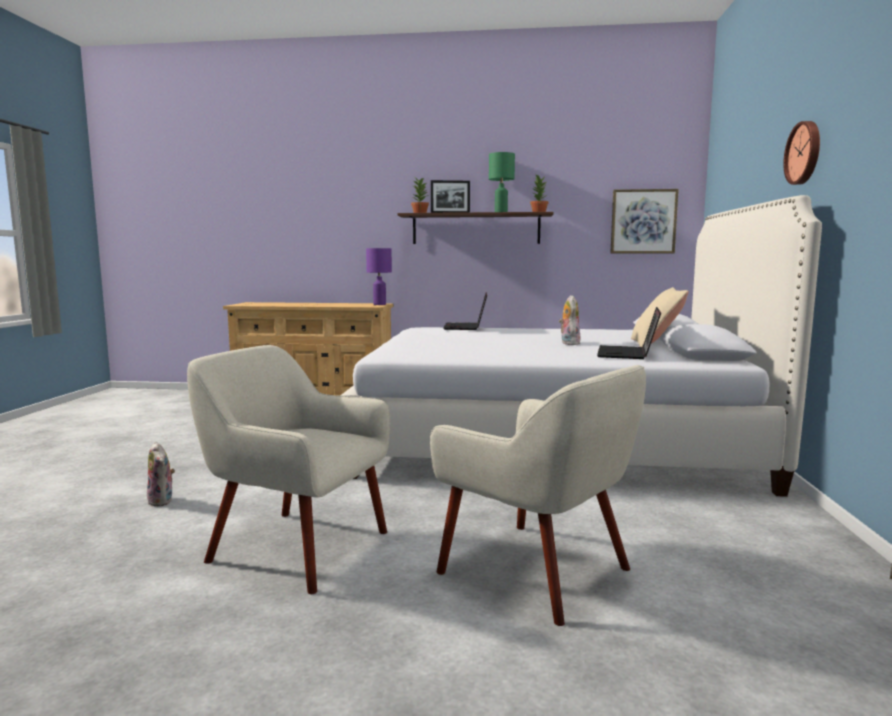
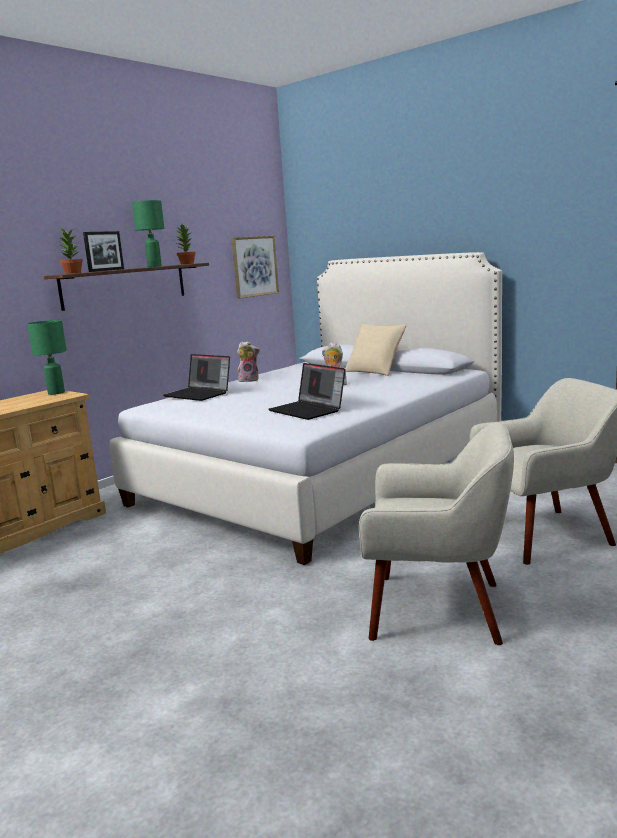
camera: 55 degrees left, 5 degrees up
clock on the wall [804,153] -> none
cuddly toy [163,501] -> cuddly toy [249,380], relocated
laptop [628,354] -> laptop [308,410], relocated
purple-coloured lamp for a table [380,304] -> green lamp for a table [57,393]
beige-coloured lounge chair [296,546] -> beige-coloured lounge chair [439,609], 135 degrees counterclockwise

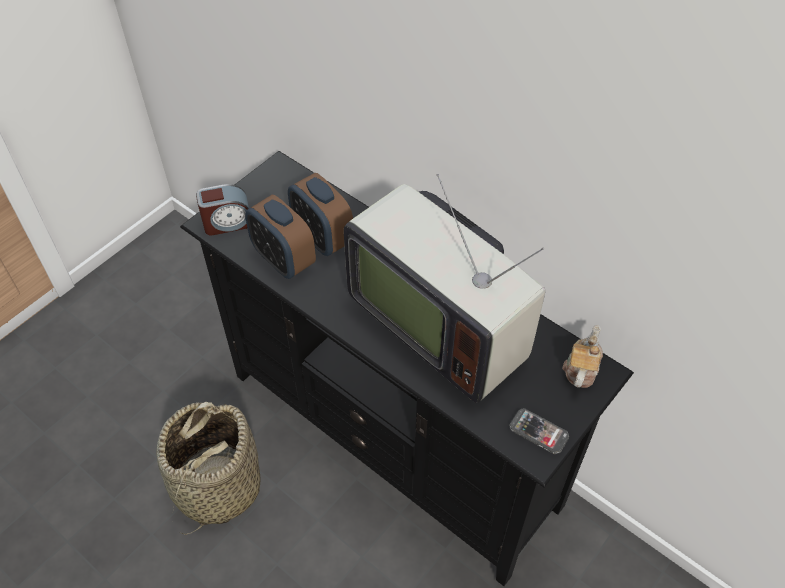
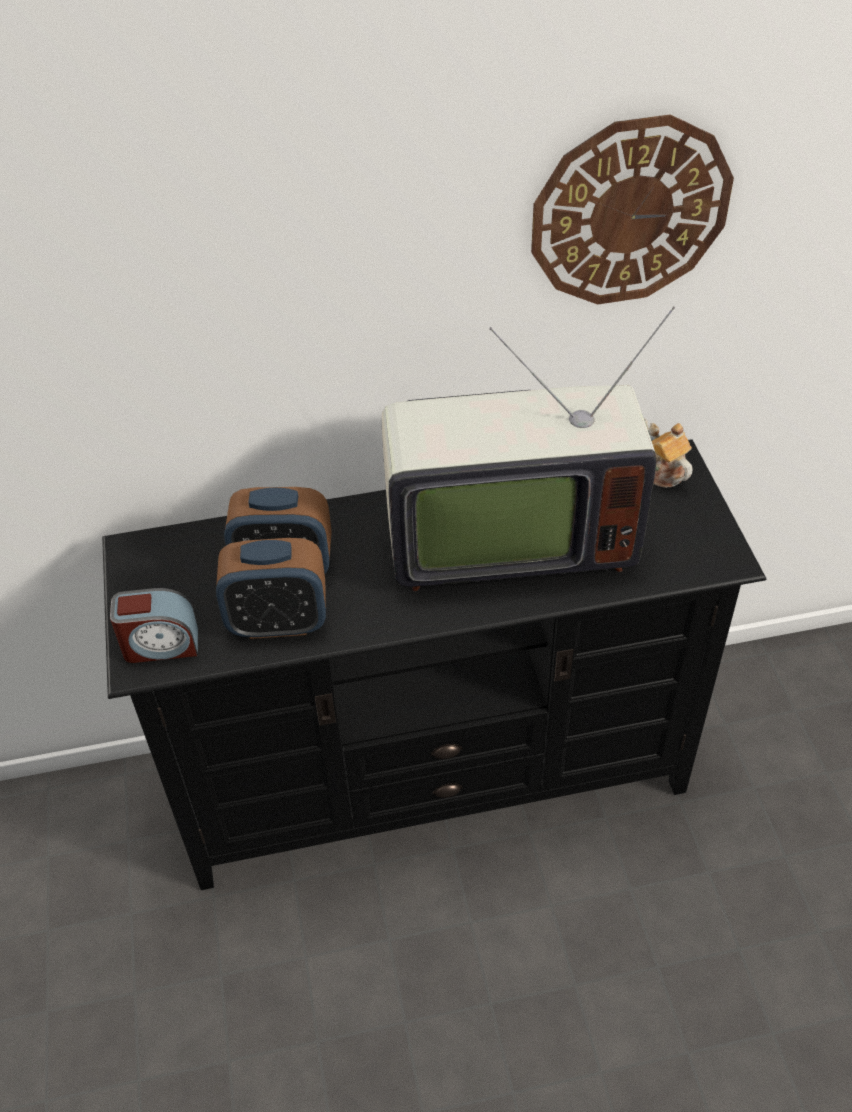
camera: 50 degrees left, 5 degrees down
basket [216,486] -> none
telephone [538,432] -> none
none -> clock on the wall [630,212]
table clock [227,223] -> table clock [161,644], 60 degrees clockwise

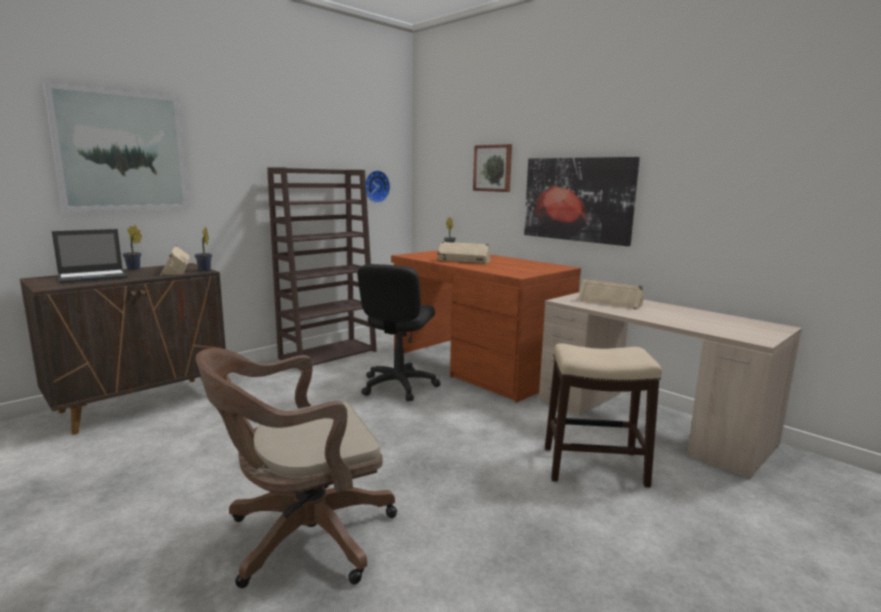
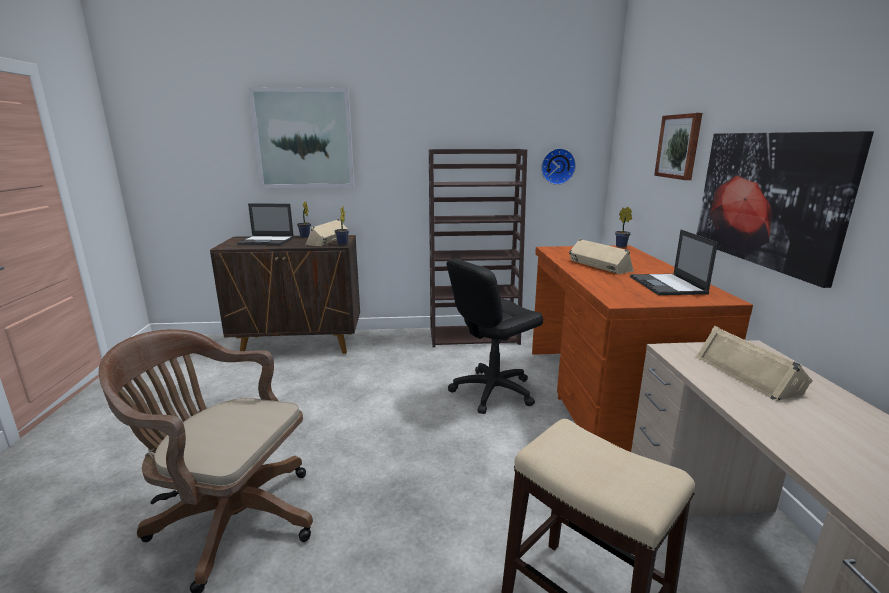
camera: 40 degrees right, 5 degrees up
none -> laptop [668,285]

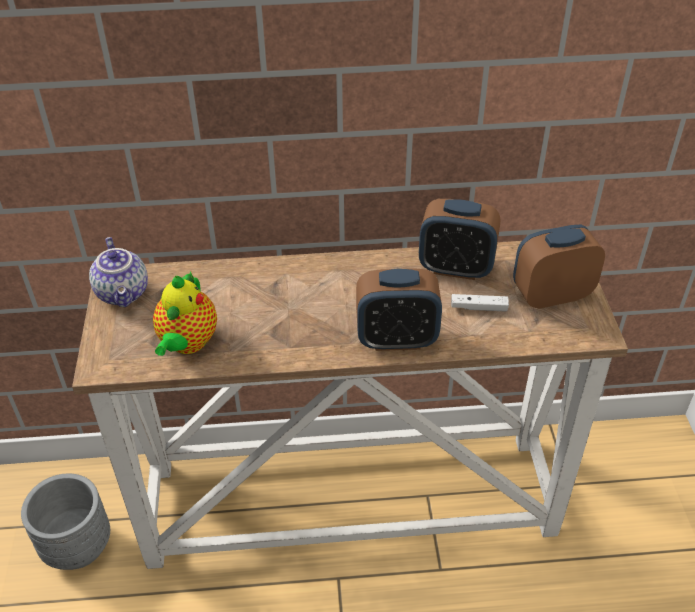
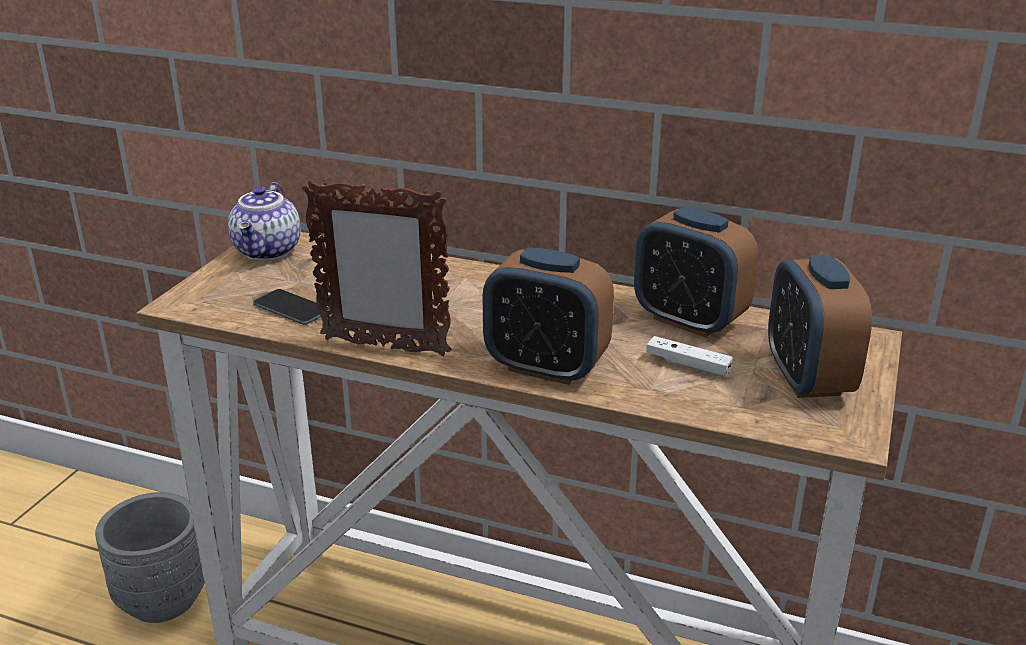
camera: 25 degrees right, 15 degrees down
none -> standing frame [384,346]
tea pot [187,344] -> telephone [291,308]
table clock [551,295] -> table clock [807,378], 105 degrees counterclockwise

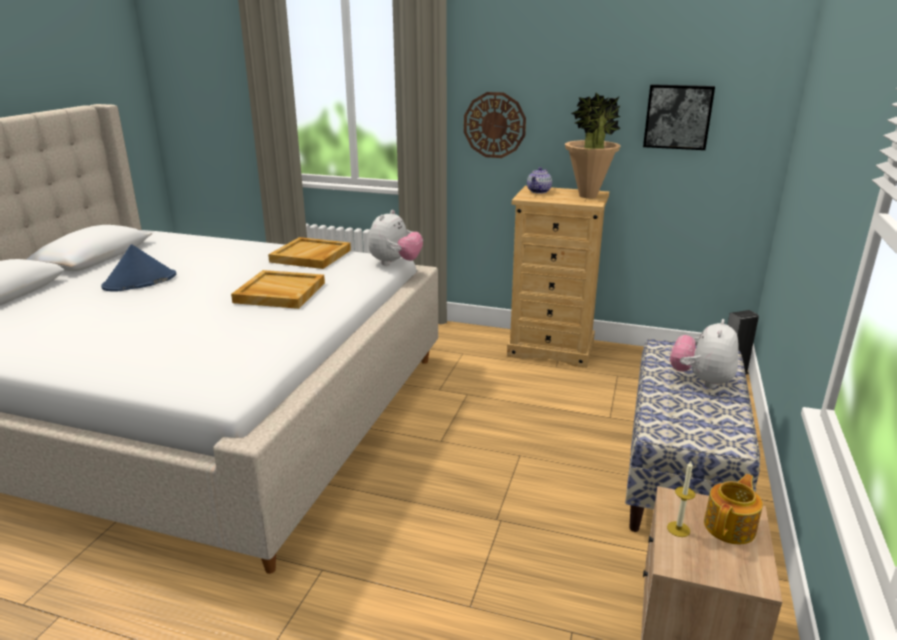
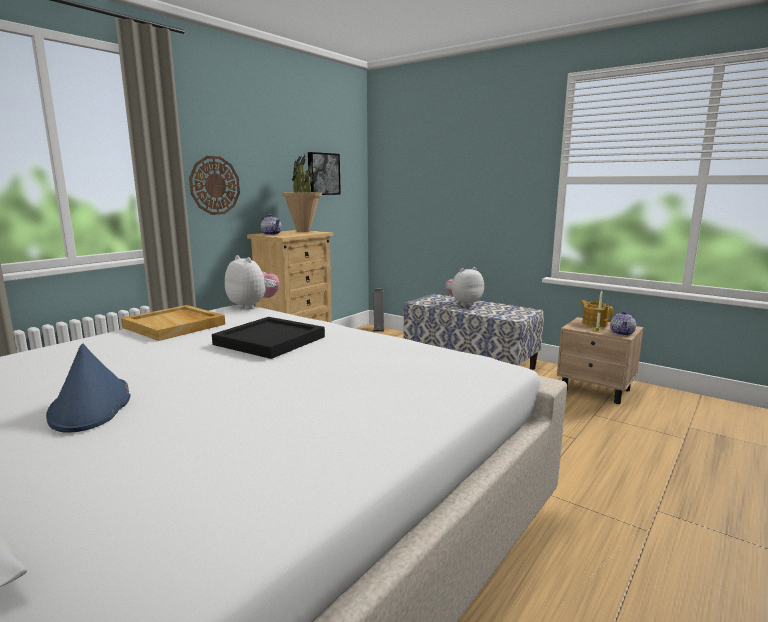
camera: 70 degrees left, 10 degrees down
none -> tea pot [622,333]
beige-coloured tray [279,293] -> black-coloured tray [270,341]
cuddly toy [701,381] -> cuddly toy [463,303], 105 degrees clockwise

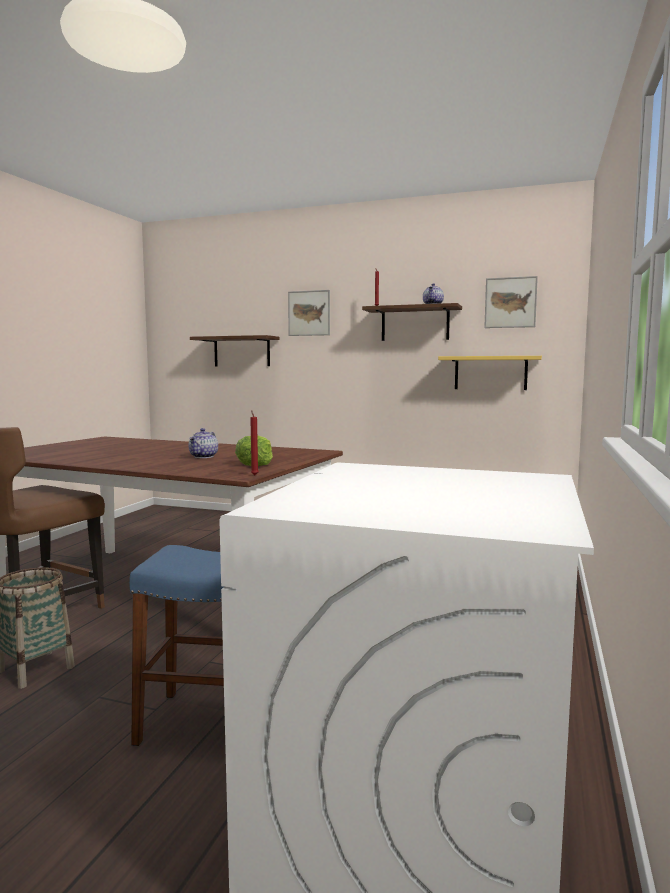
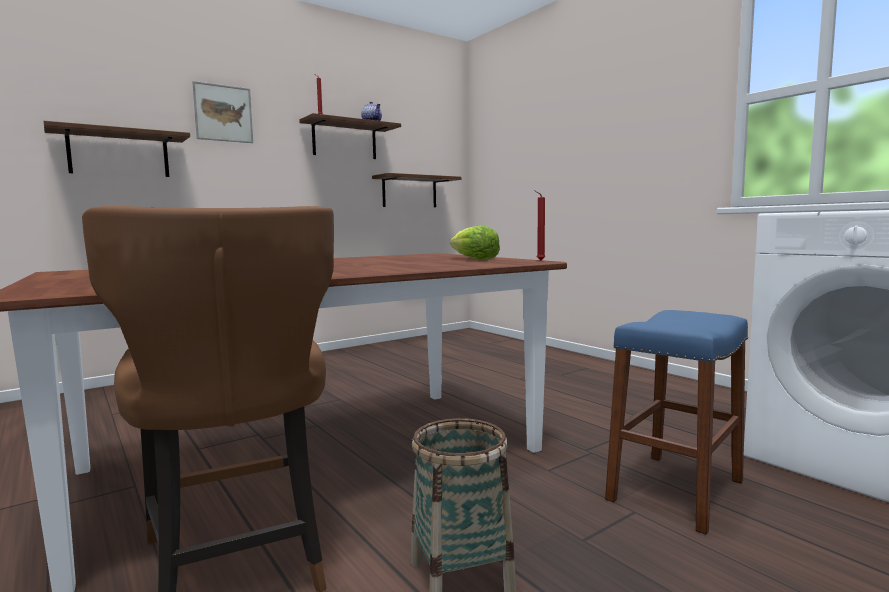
camera: 55 degrees left, 0 degrees up
tea pot [204,457] -> none
picture [510,302] -> none
yellow wall shelf [490,373] -> brown-coloured wall shelf [409,192]

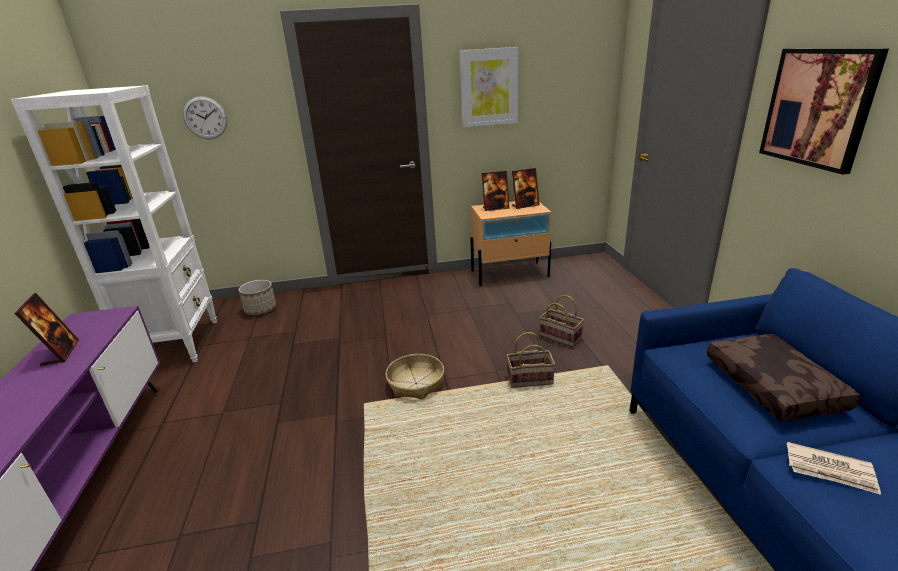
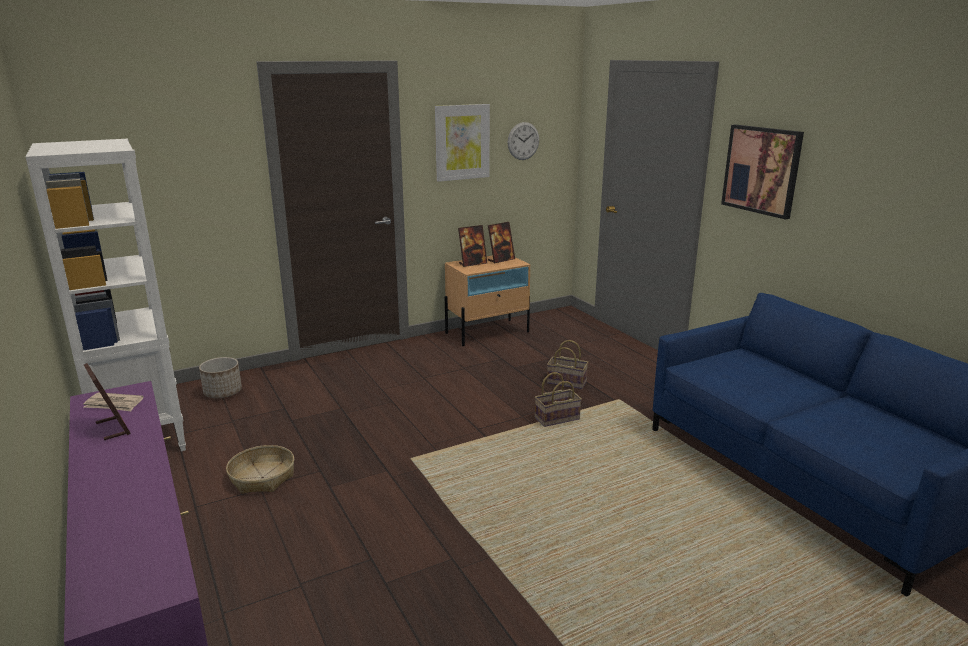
camera: 20 degrees left, 5 degrees down
brown-coloured pillow [775,386] -> none
clock on the wall [205,118] -> clock on the wall [523,141], relocated
basket [415,383] -> basket [262,477], relocated
printed paper [830,470] -> printed paper [114,404], relocated

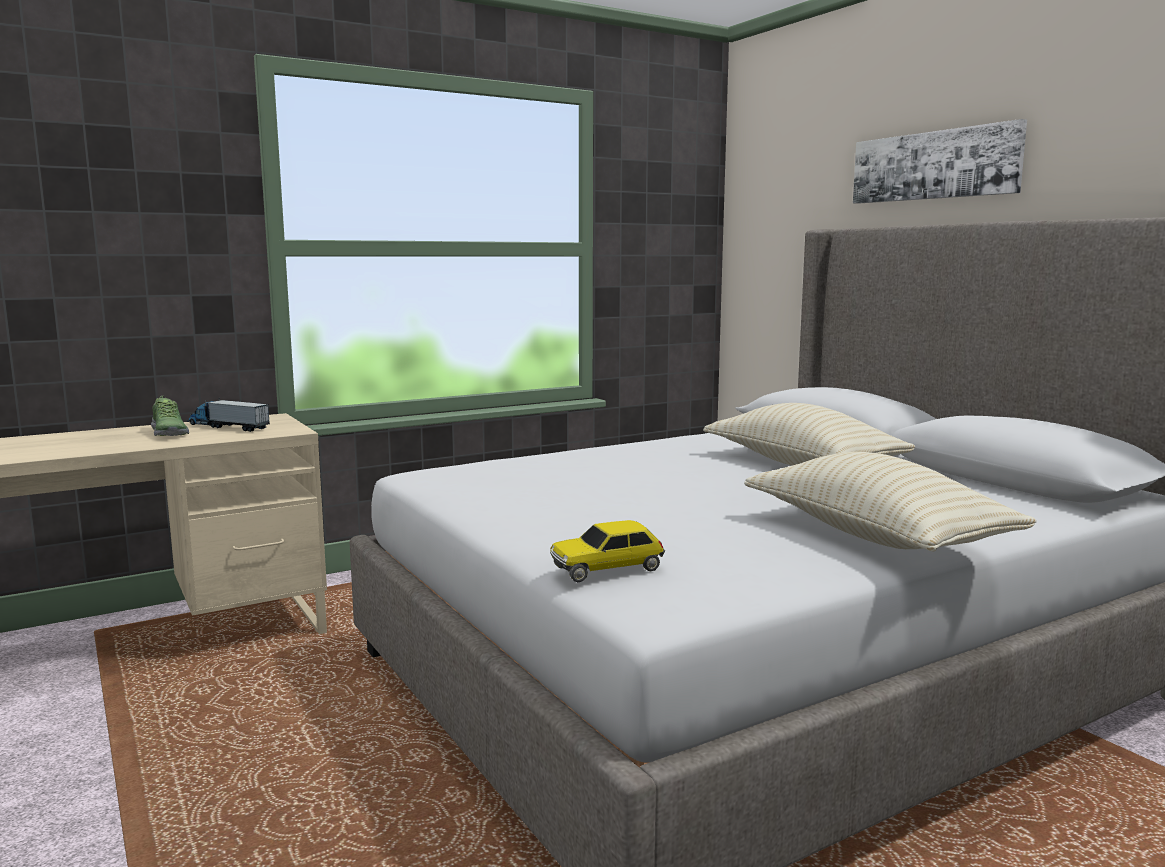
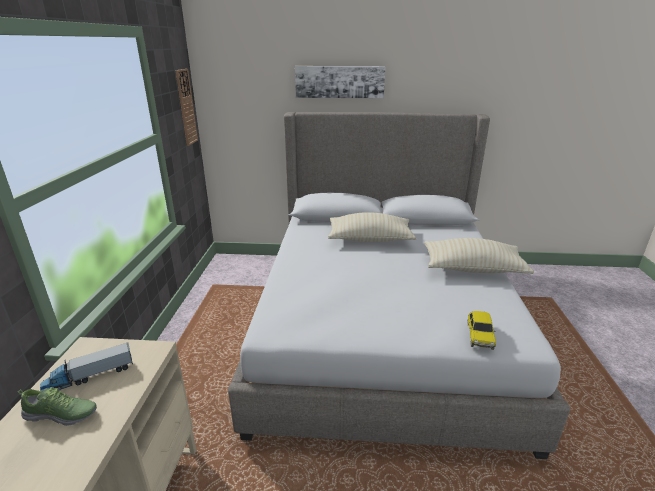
camera: 55 degrees left, 15 degrees up
none -> clock on the wall [186,107]

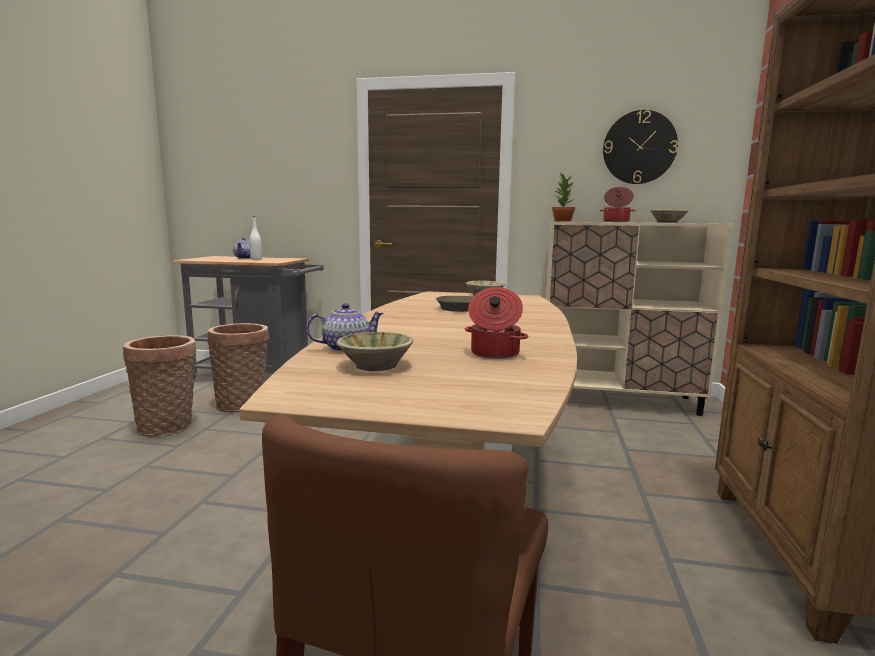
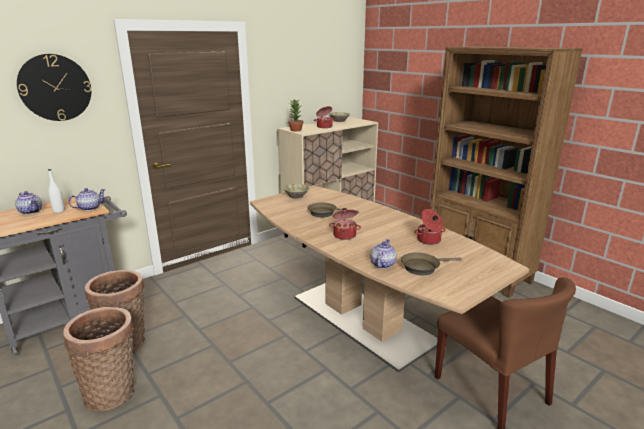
camera: 50 degrees left, 10 degrees up
none -> tea pot [89,208]
none -> stockpot [344,235]
clock on the wall [639,147] -> clock on the wall [55,87], relocated
beige-coloured bowl [375,365] -> brown-coloured frying pan [423,267]

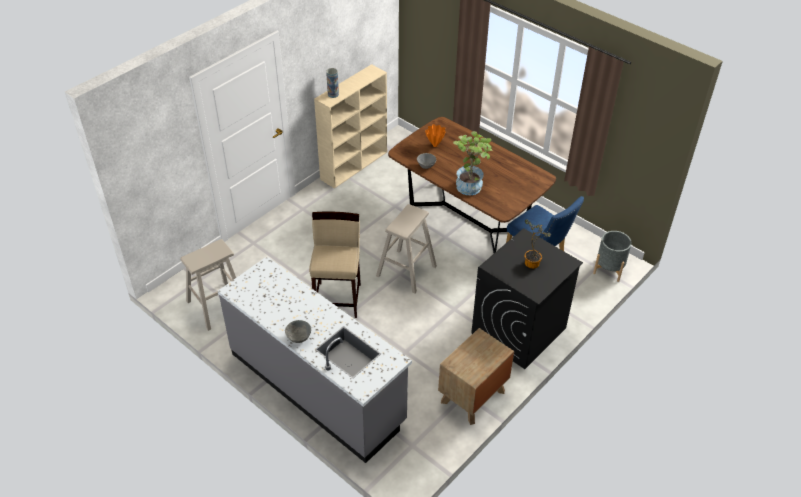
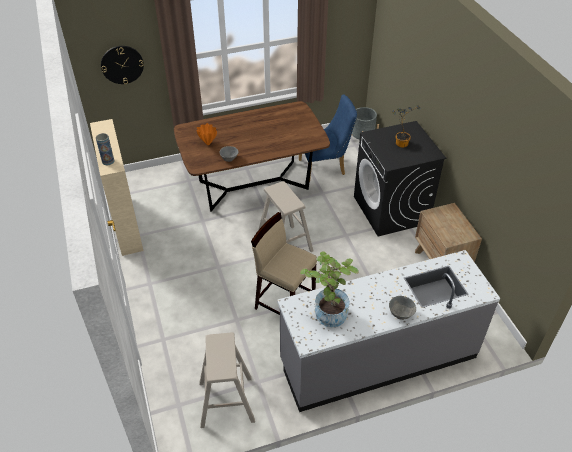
camera: 60 degrees left, 0 degrees up
none -> clock on the wall [122,64]
potted plant [470,184] -> potted plant [328,310], relocated

